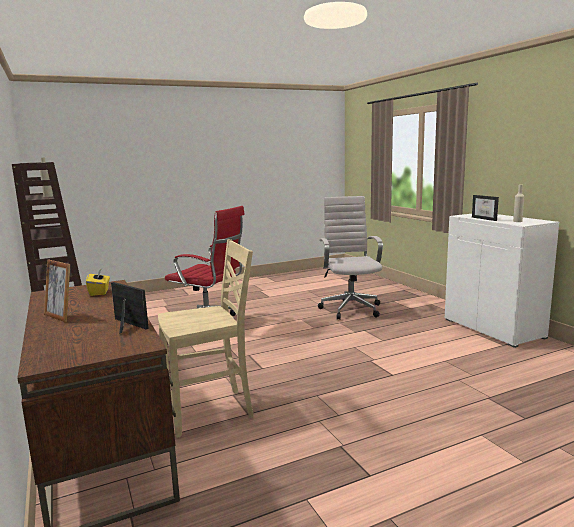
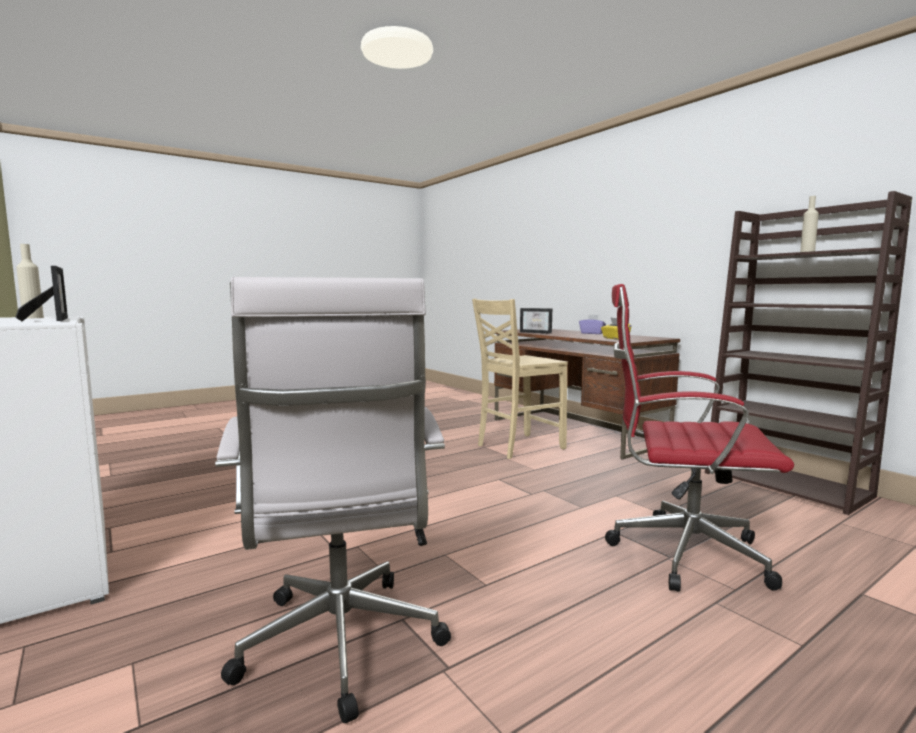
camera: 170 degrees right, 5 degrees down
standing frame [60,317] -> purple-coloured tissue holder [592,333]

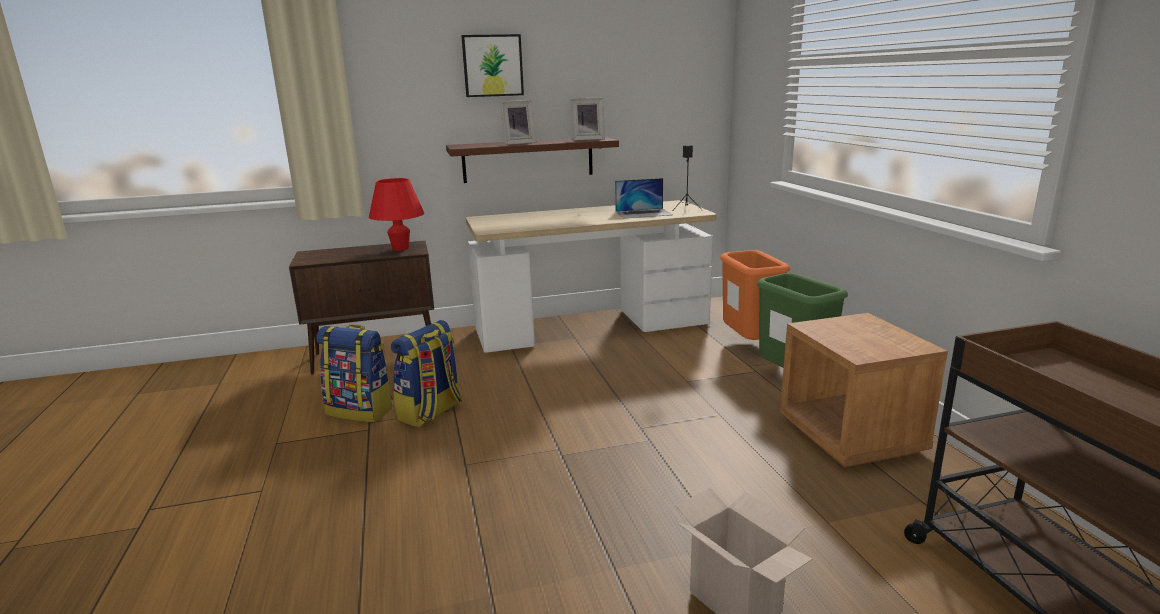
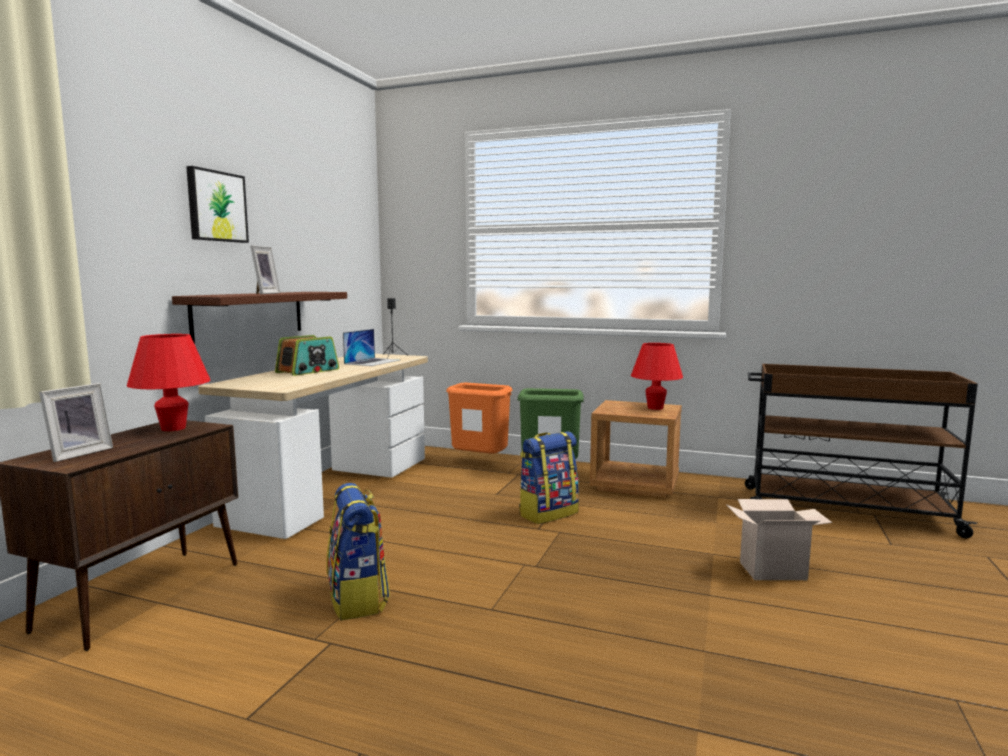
camera: 55 degrees left, 10 degrees down
none -> radio receiver [308,371]
none -> reddish lamp for a table [655,408]
rucksack [361,411] -> rucksack [548,513], relocated
standing frame [587,139] -> standing frame [78,453], relocated

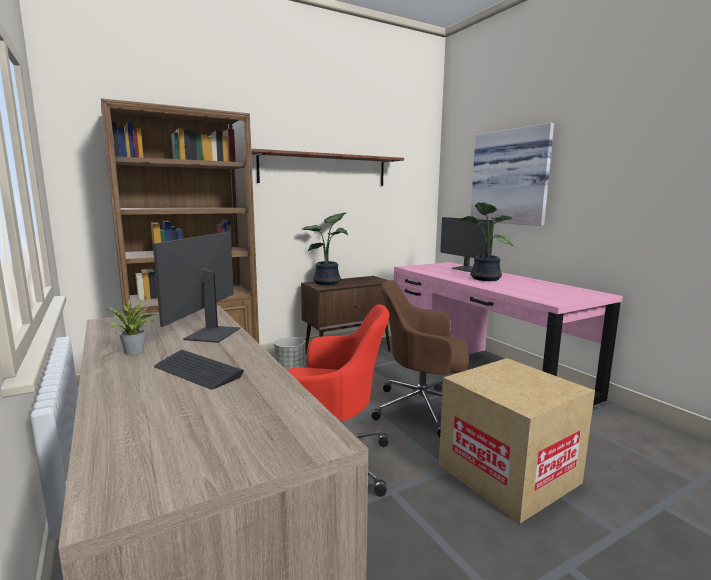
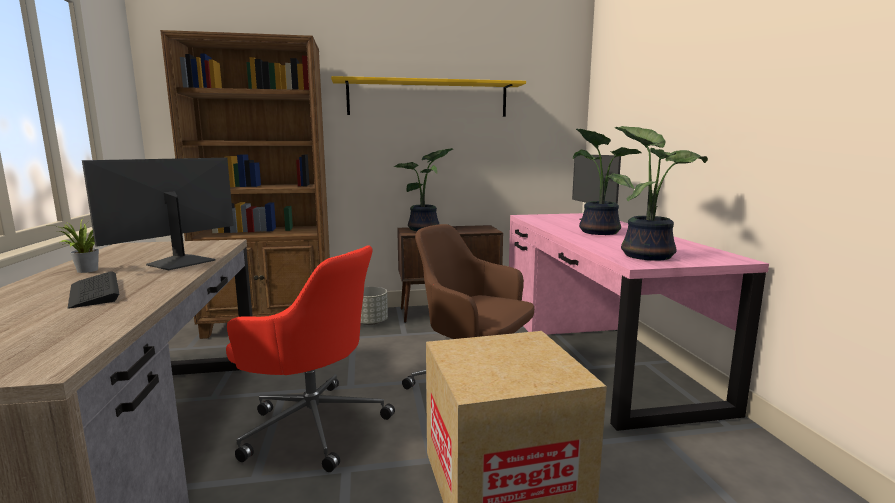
camera: 20 degrees right, 0 degrees up
picture [511,177] -> none
none -> potted plant [647,255]
brown-coloured wall shelf [324,170] -> yellow wall shelf [428,99]

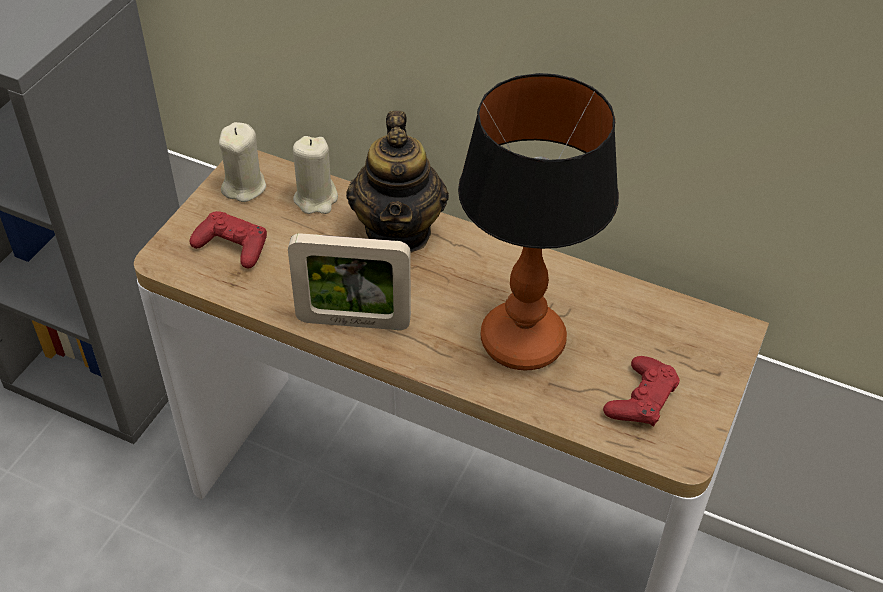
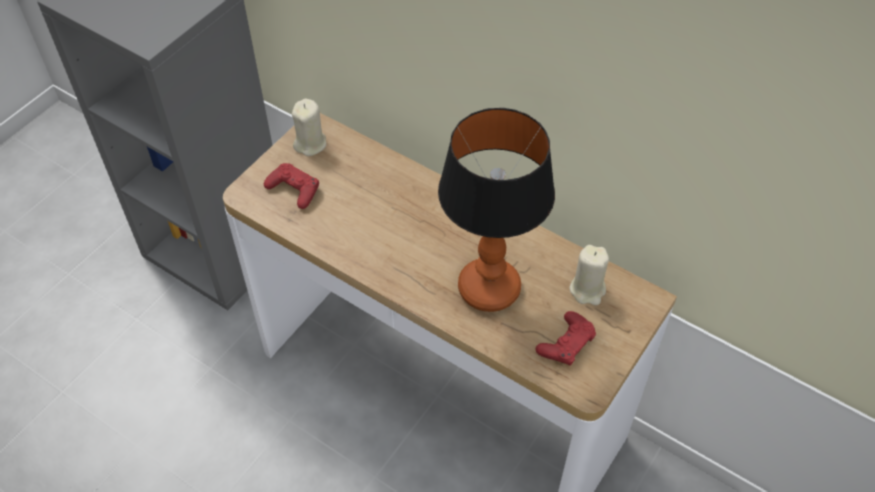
camera: 10 degrees right, 5 degrees up
standing frame [353,322] -> none
tea pot [399,230] -> none
beige-coloured candle [316,199] -> beige-coloured candle [587,290], relocated

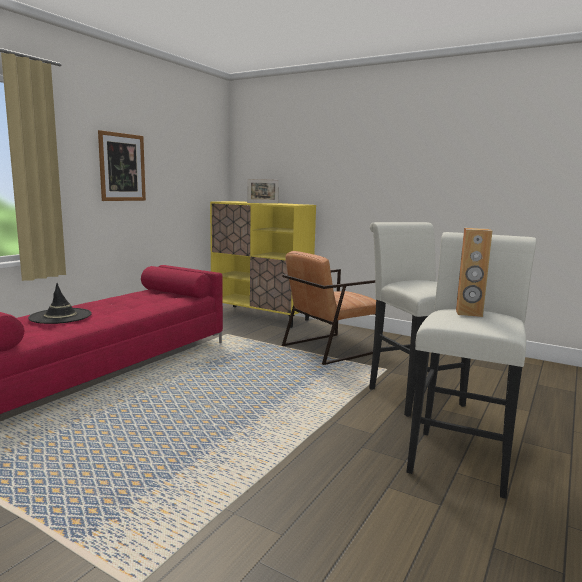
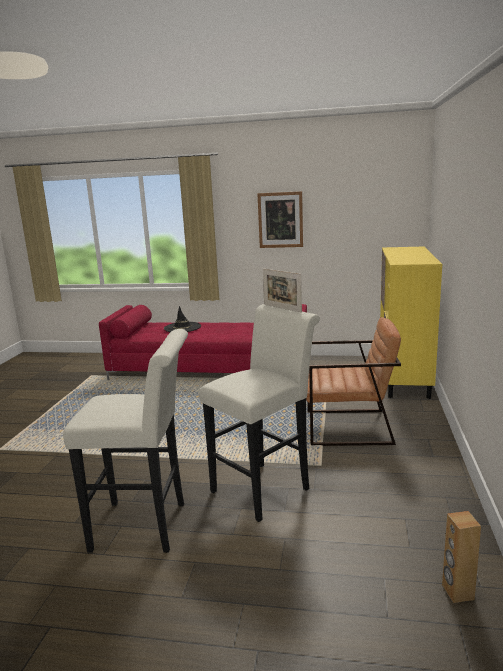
camera: 70 degrees right, 5 degrees up
standing frame [262,203] -> standing frame [282,308], relocated
brown-coloured audio speaker [469,313] -> brown-coloured audio speaker [457,592], relocated
brown-coloured lounge chair [329,348] -> brown-coloured lounge chair [348,427], 150 degrees clockwise

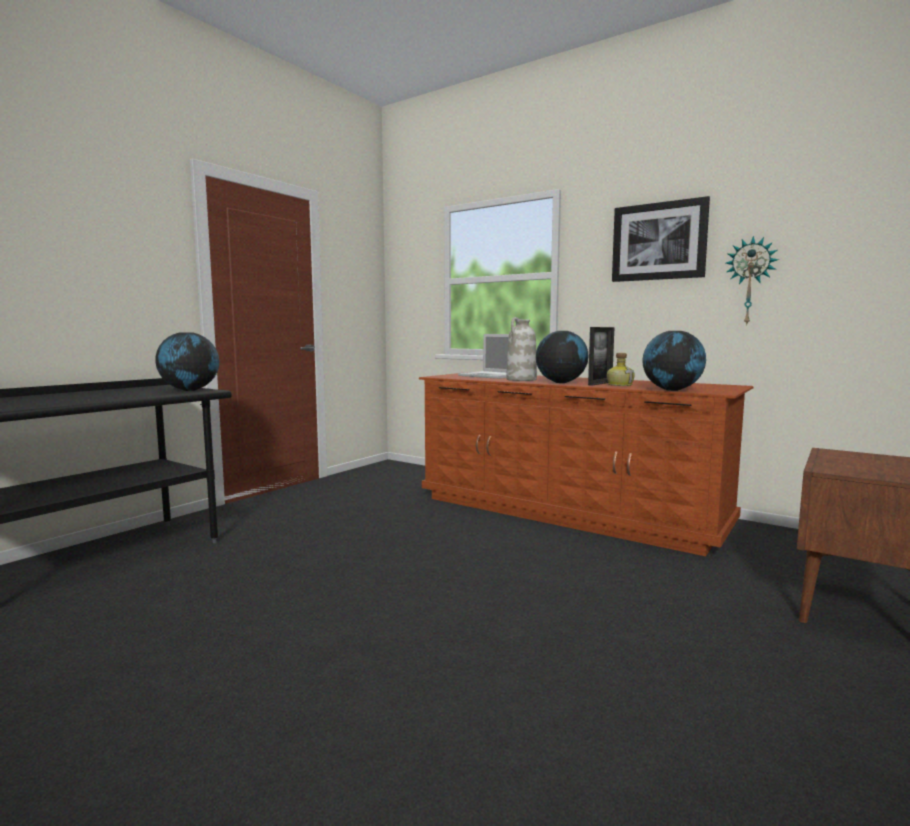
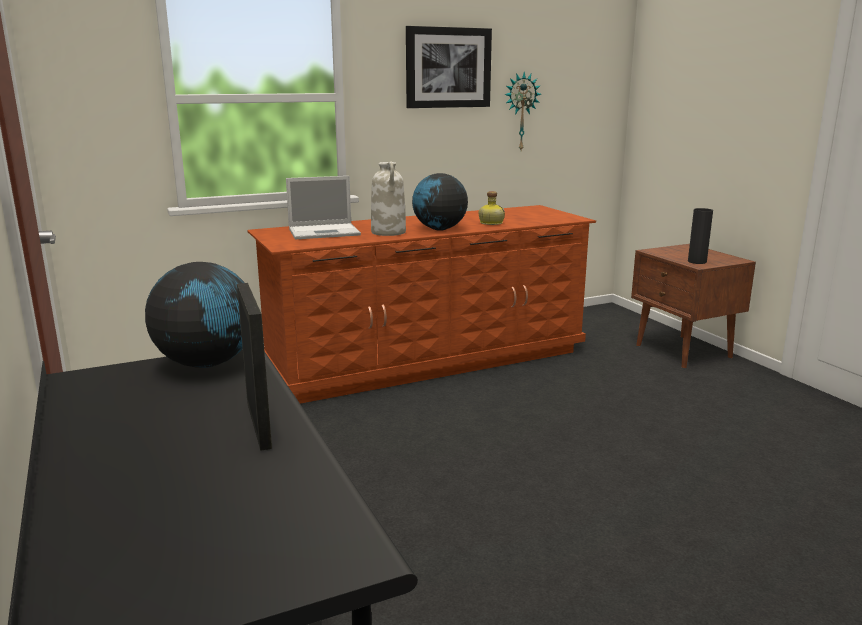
camera: 60 degrees left, 10 degrees up
desk globe [672,390] -> none
none -> black-coloured decorative vase [697,261]
standing frame [600,383] -> standing frame [258,425], relocated

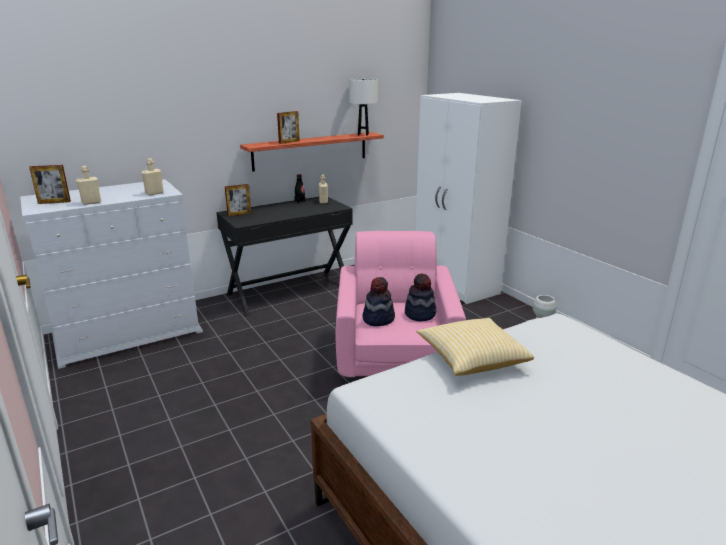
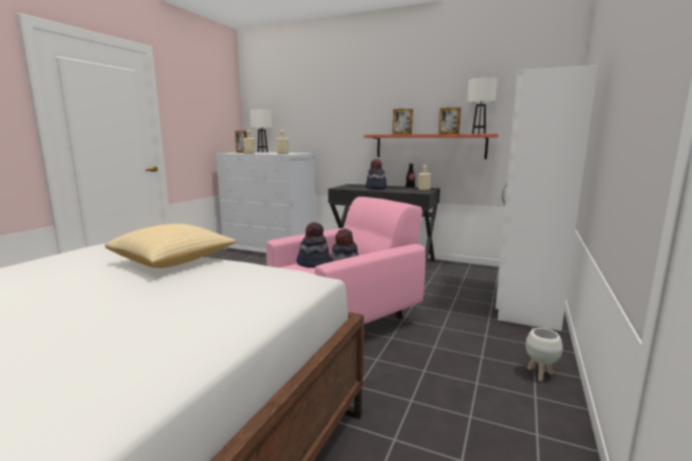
camera: 55 degrees right, 10 degrees down
none -> white lamp for a table [262,152]
none -> wearable hat [376,188]
standing frame [239,214] -> standing frame [448,134], relocated

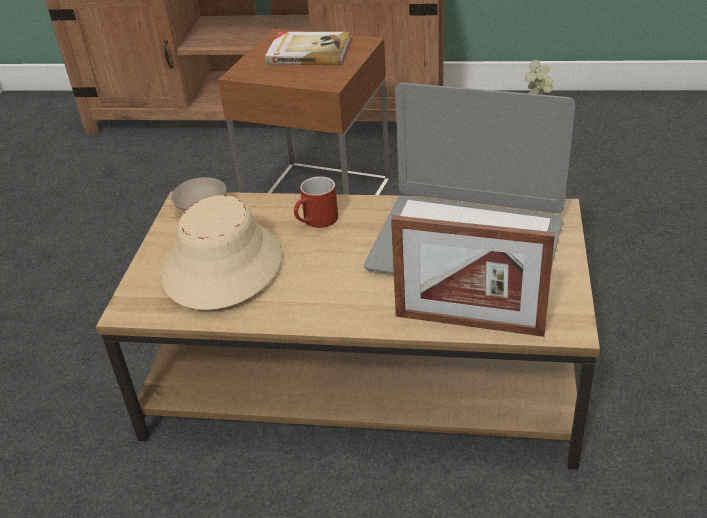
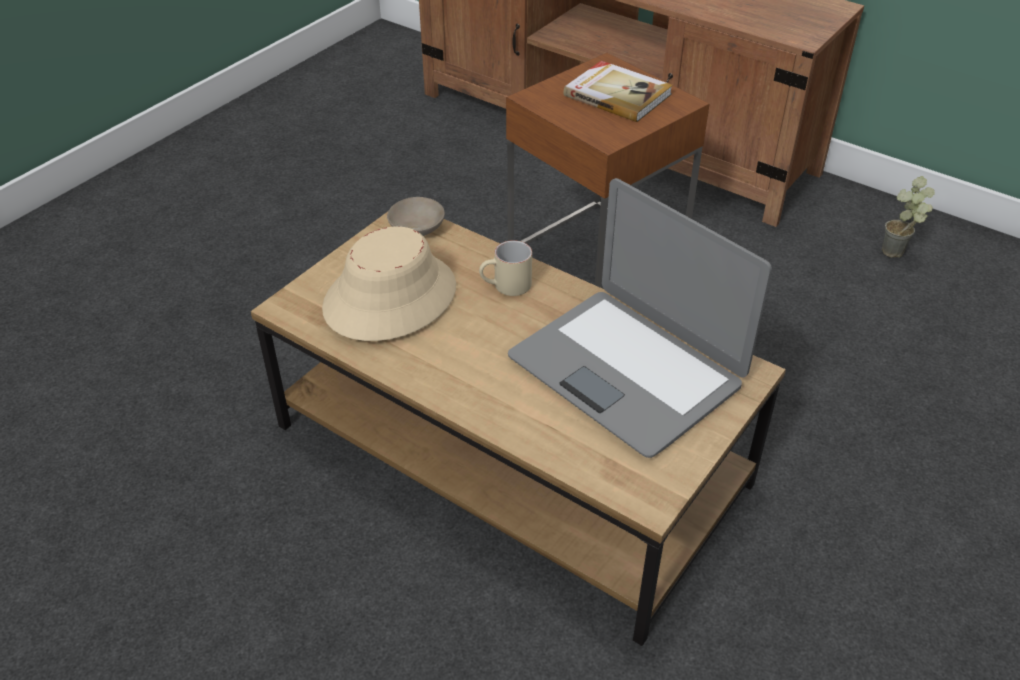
camera: 25 degrees right, 5 degrees up
standing frame [468,324] -> none
reddish mug [316,222] -> beige-coloured mug [506,287]

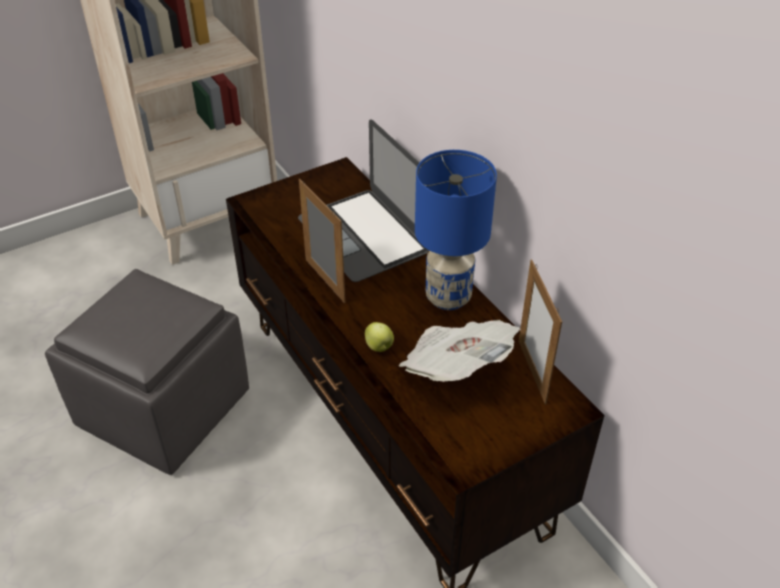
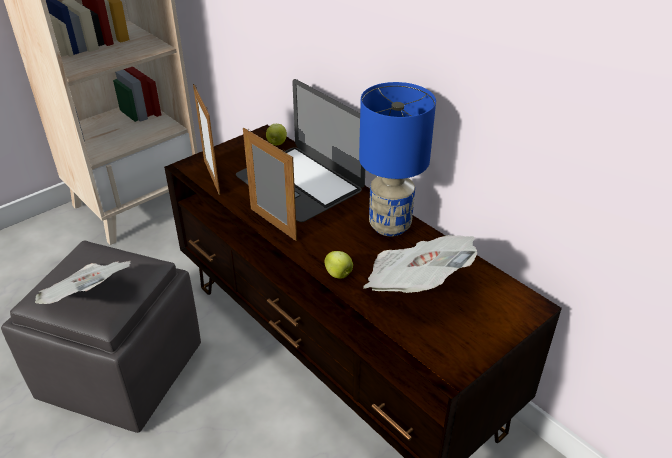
camera: 10 degrees left, 5 degrees down
none -> printed paper [89,298]
none -> apple [276,143]
standing frame [532,371] -> standing frame [212,177], relocated

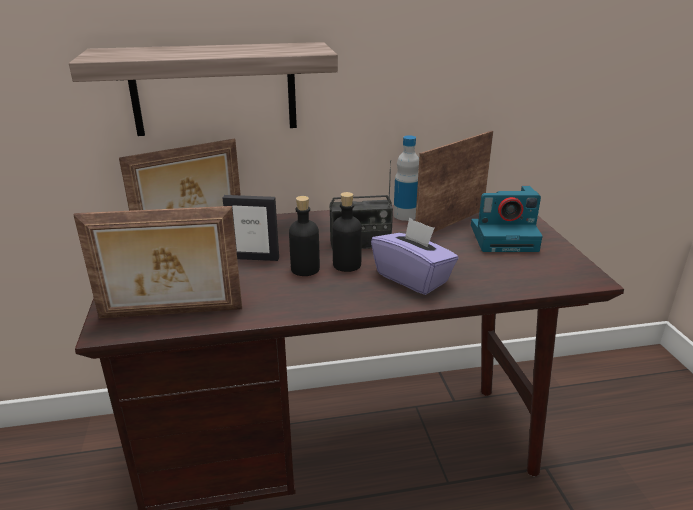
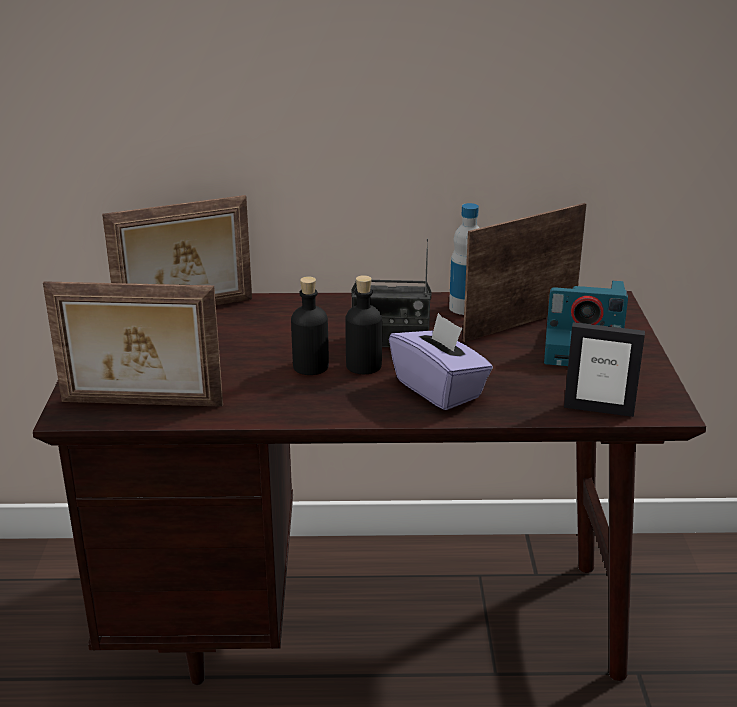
camera: 10 degrees right, 0 degrees up
wall shelf [214,89] -> none
standing frame [254,258] -> standing frame [598,409], relocated

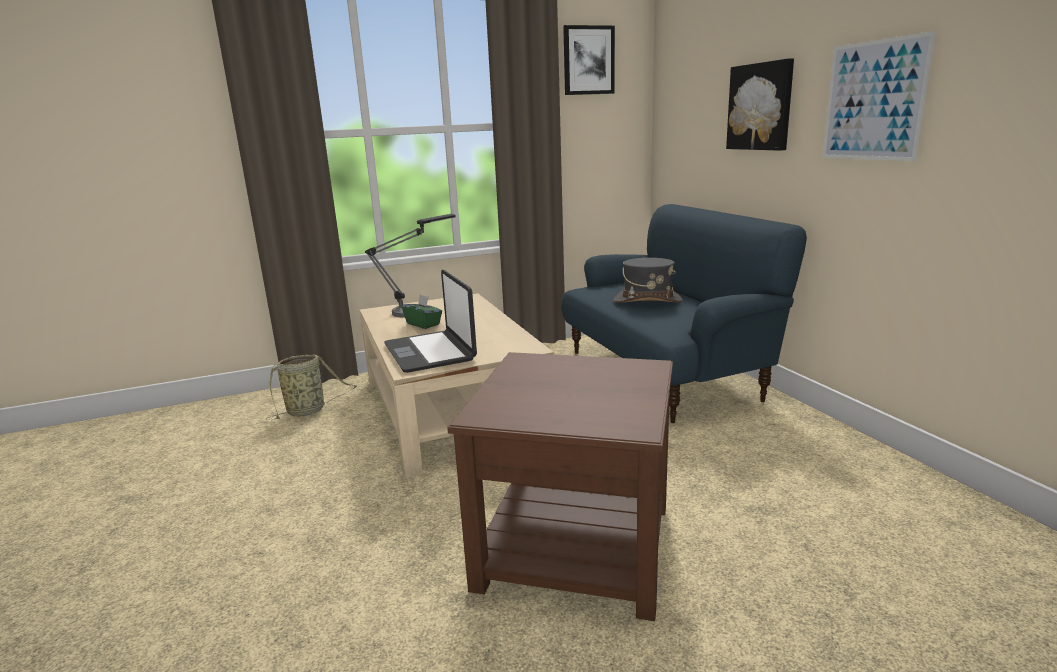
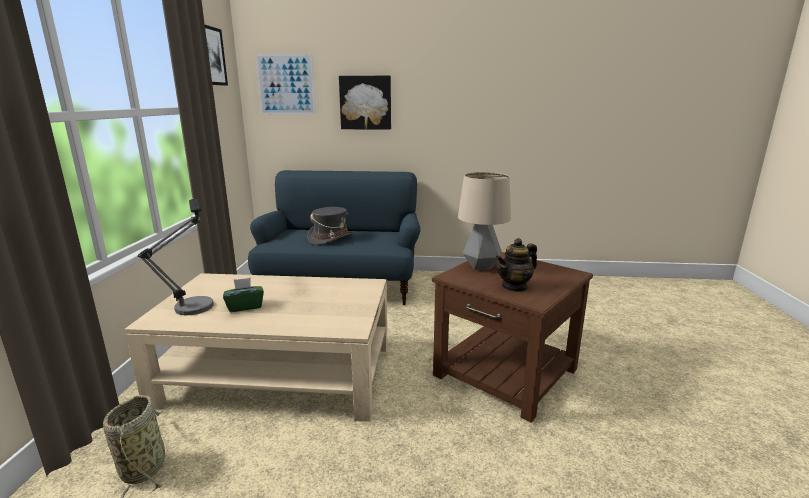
camera: 65 degrees left, 0 degrees up
laptop [430,352] -> none
none -> lamp for a table [480,267]
none -> tea pot [514,286]
picture [873,101] -> picture [286,84], relocated

